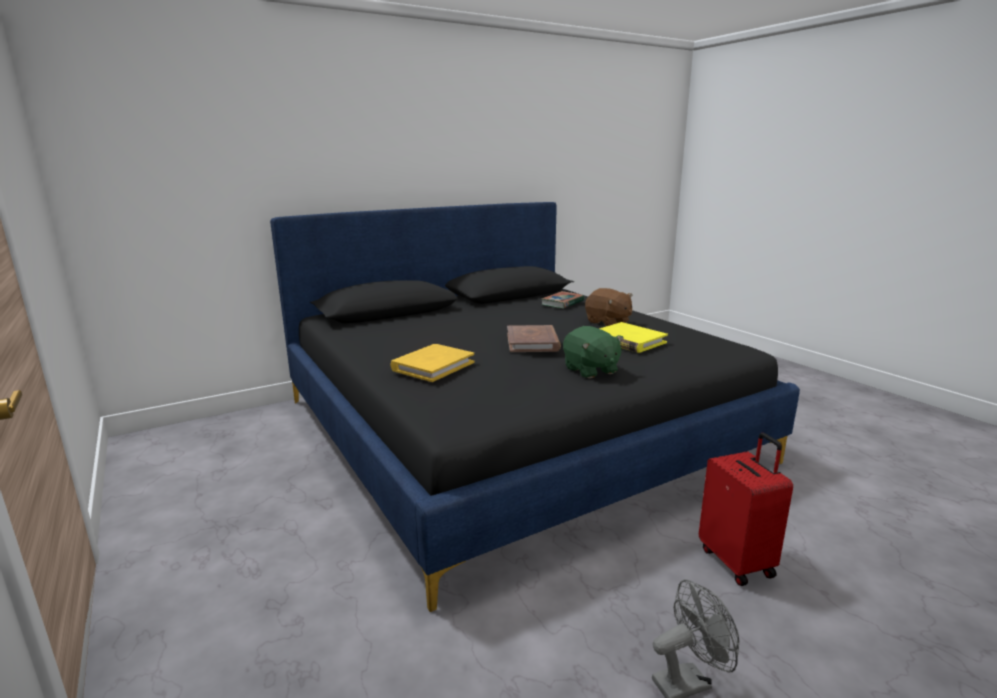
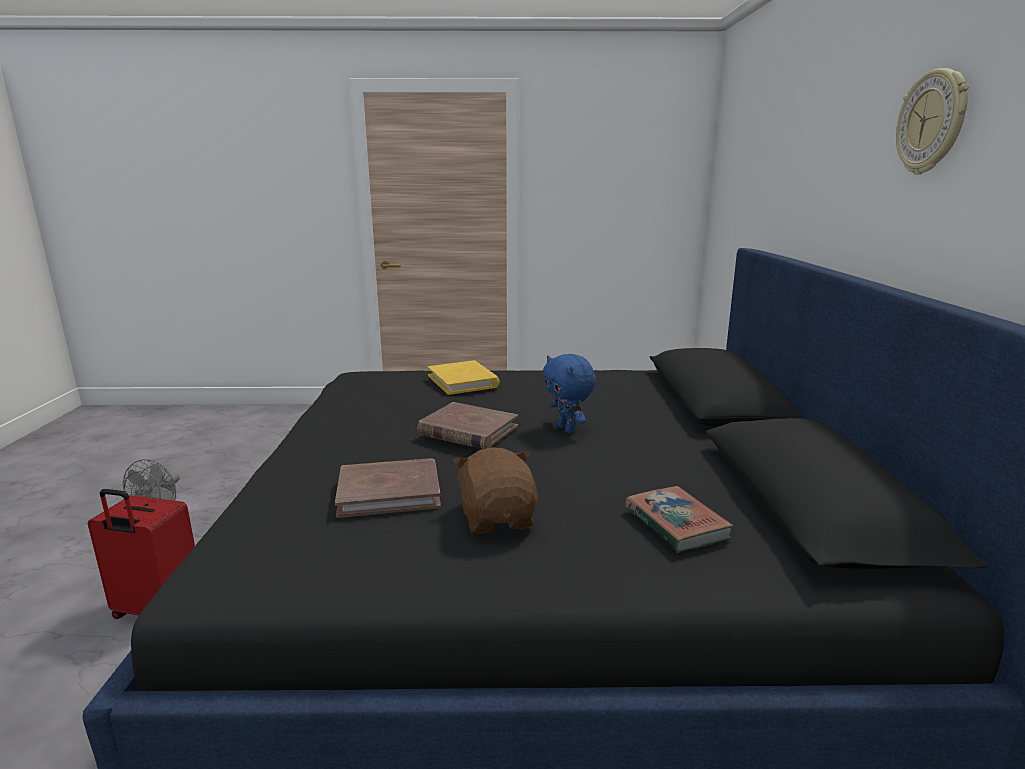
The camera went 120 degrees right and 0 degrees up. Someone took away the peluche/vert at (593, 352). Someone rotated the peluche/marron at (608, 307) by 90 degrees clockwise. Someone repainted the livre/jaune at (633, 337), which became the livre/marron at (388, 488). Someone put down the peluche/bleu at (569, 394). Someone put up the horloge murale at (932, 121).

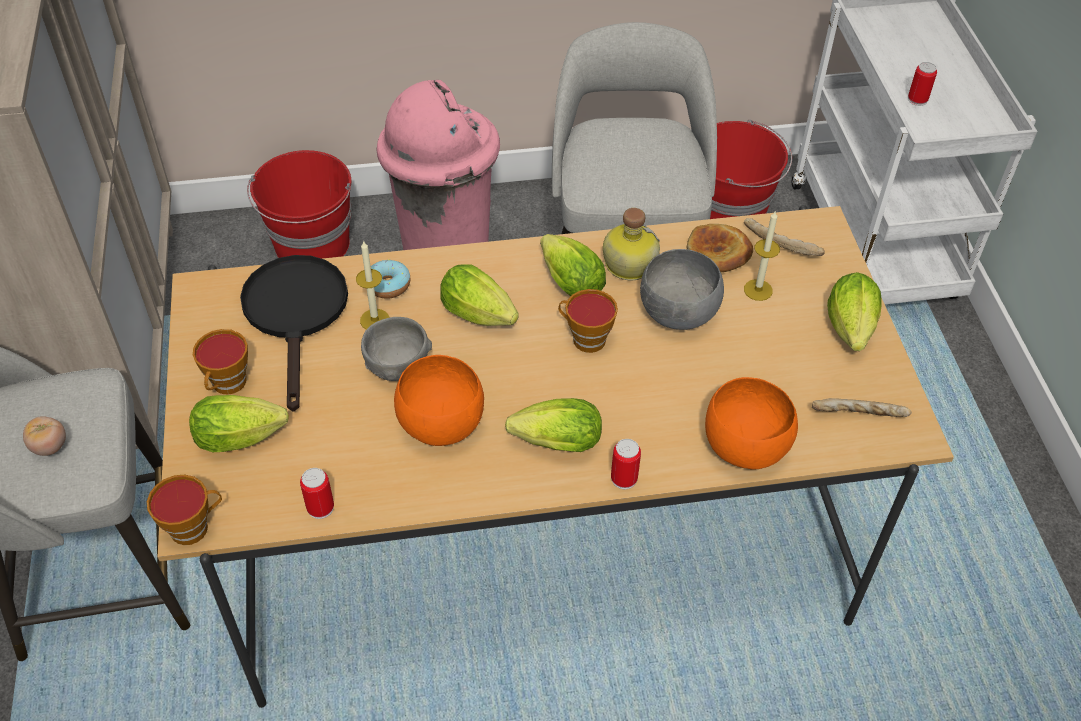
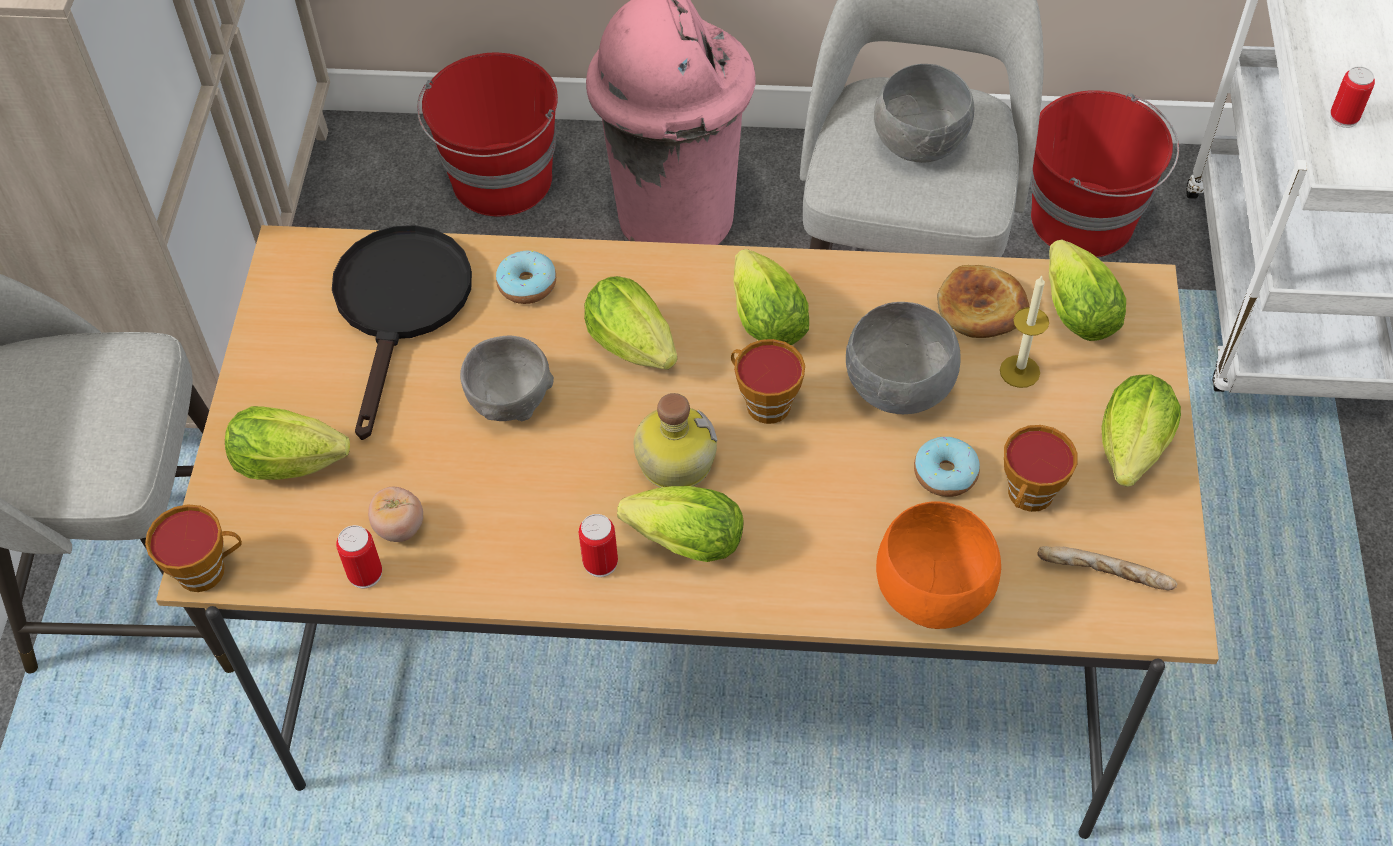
The camera went 15 degrees right and 5 degrees up. Someone carried the tomate from (44, 436) to (395, 514). Someone carried the tasse from (220, 362) to (1041, 468). Someone took away the bougie at (373, 285). Someone took away the bol/orange at (439, 400). Someone carried the bouteille from (631, 244) to (676, 440). Someone carried the boîte métallique from (626, 464) to (598, 545). Someone swapped the pain at (784, 237) for the laitue at (1087, 290). Someone put down the bol/gris at (924, 113). Someone put down the beignet at (947, 467).

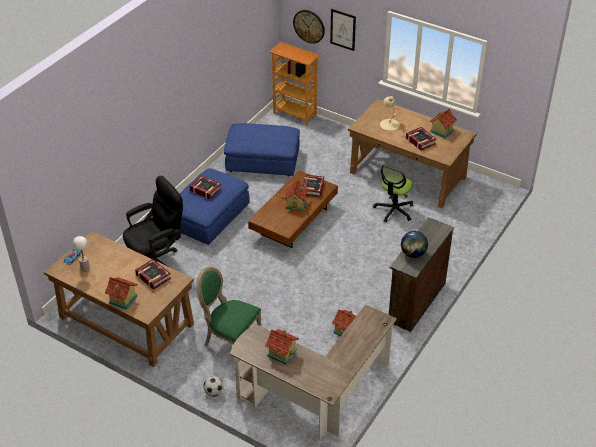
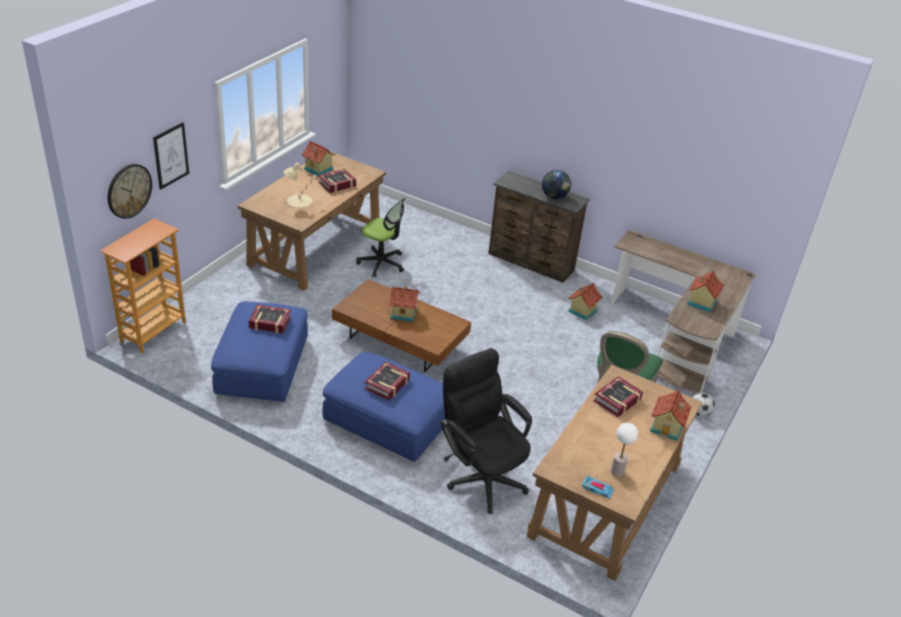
The camera went 95 degrees left and 5 degrees down. Someone carried the livre from (313, 186) to (270, 318).

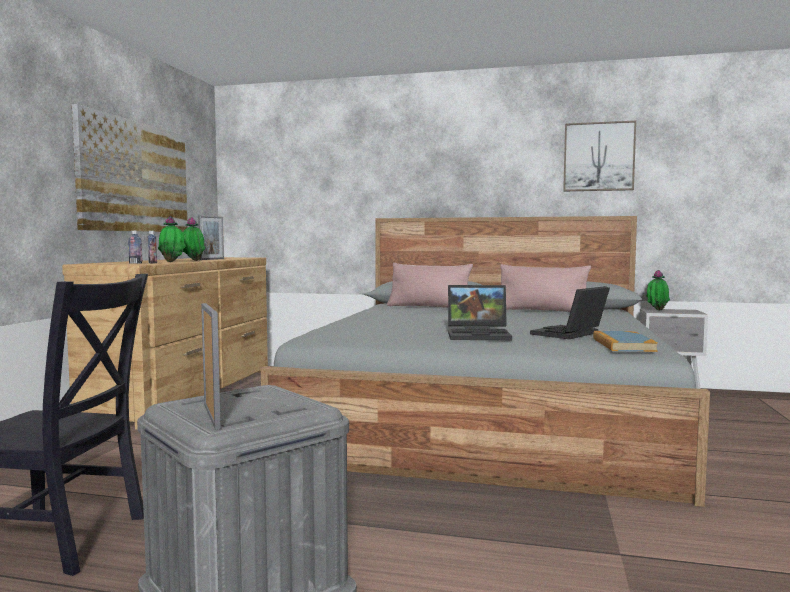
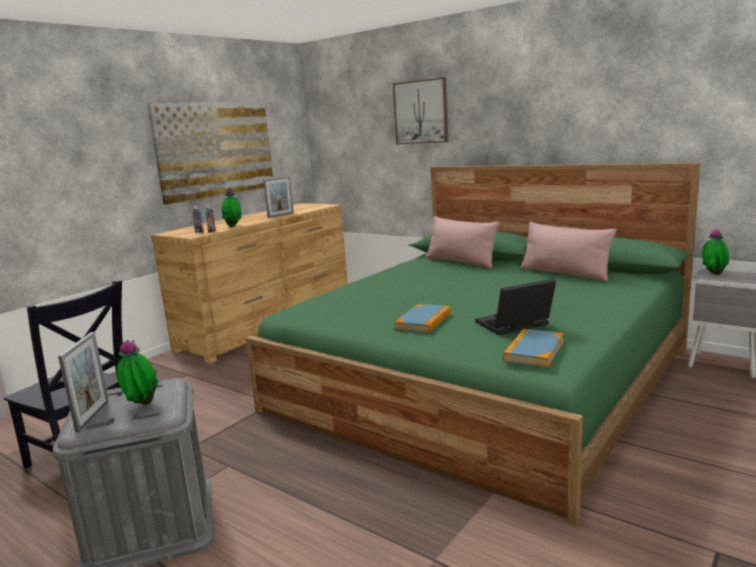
The camera went 25 degrees right and 10 degrees up. Someone carried the plante en pot from (194, 239) to (137, 372). Someone repainted the lit/gris at (485, 361), which became the lit/vert at (473, 344). Someone swapped the ordinateur portable at (480, 312) for the livre at (422, 318). Someone carried the tableau from (599, 156) to (420, 110).

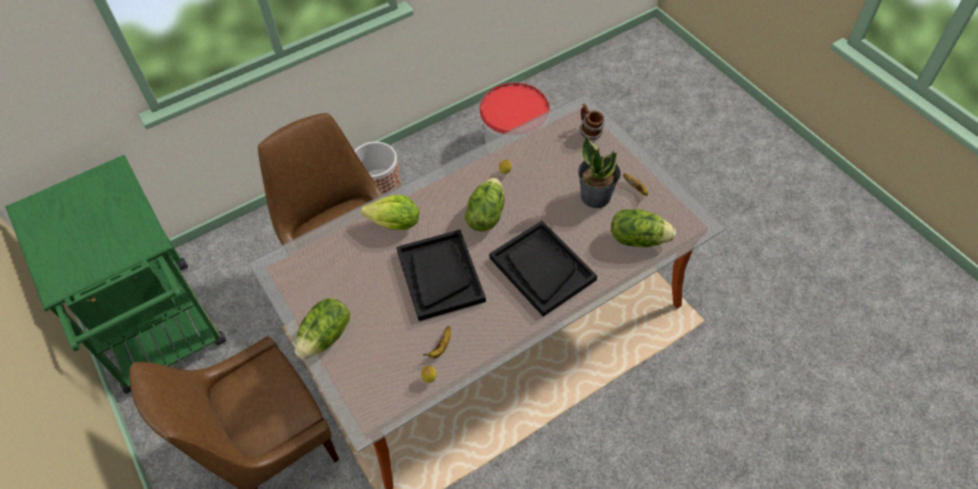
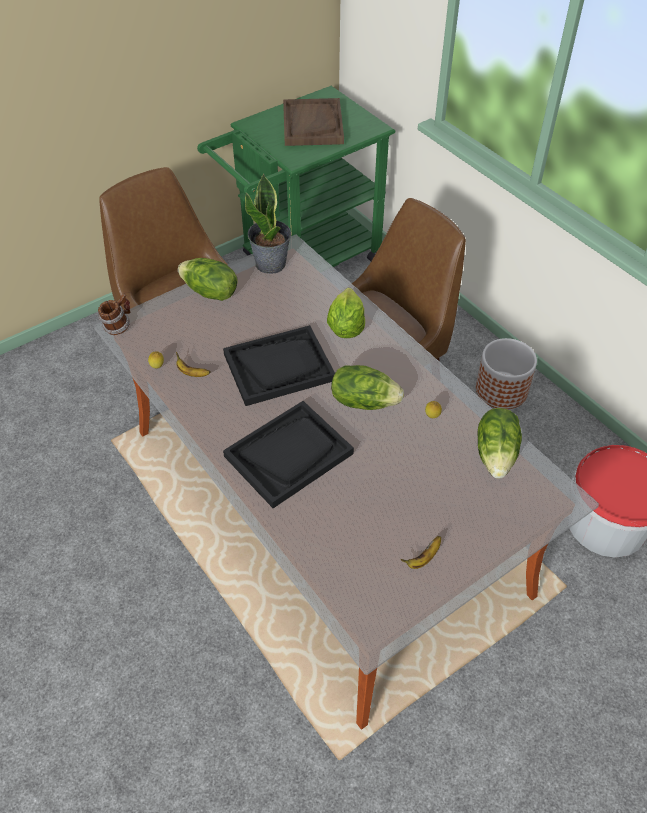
The camera went 85 degrees right and 5 degrees down. Someone carried the plante en pot from (599, 171) to (268, 223). Someone carried the mug from (591, 122) to (114, 314). Someone carried the laitue from (643, 228) to (500, 443). Someone put down the plateau/marron at (313, 122).

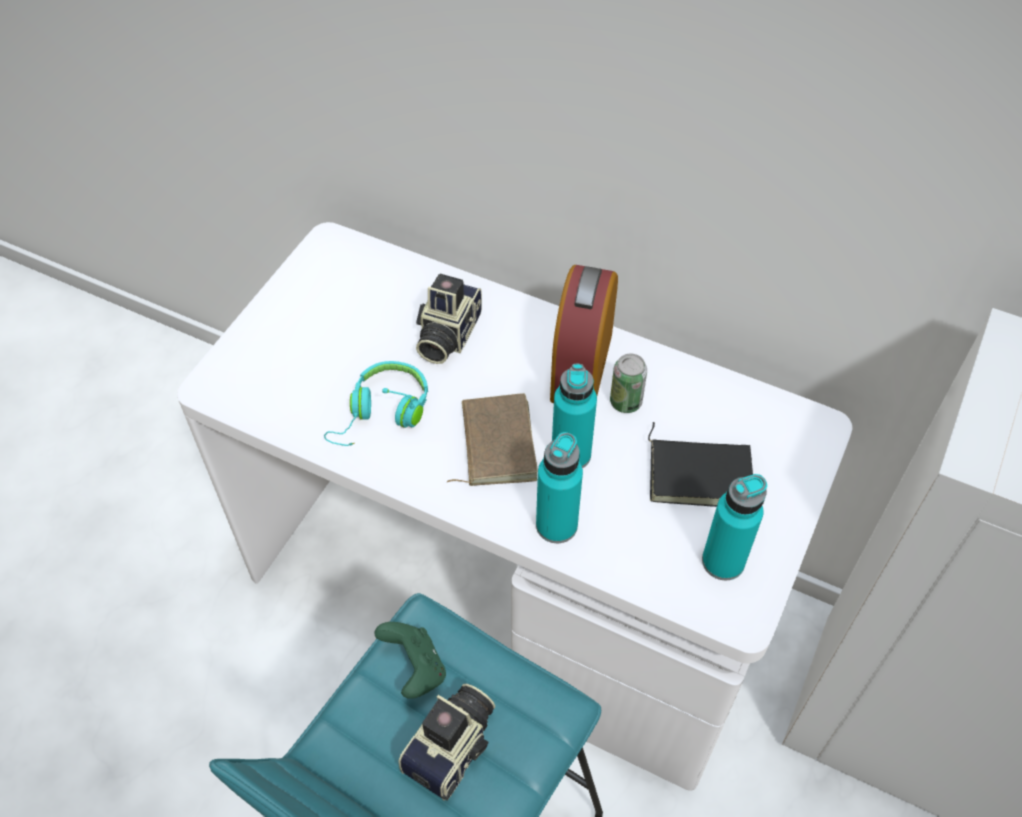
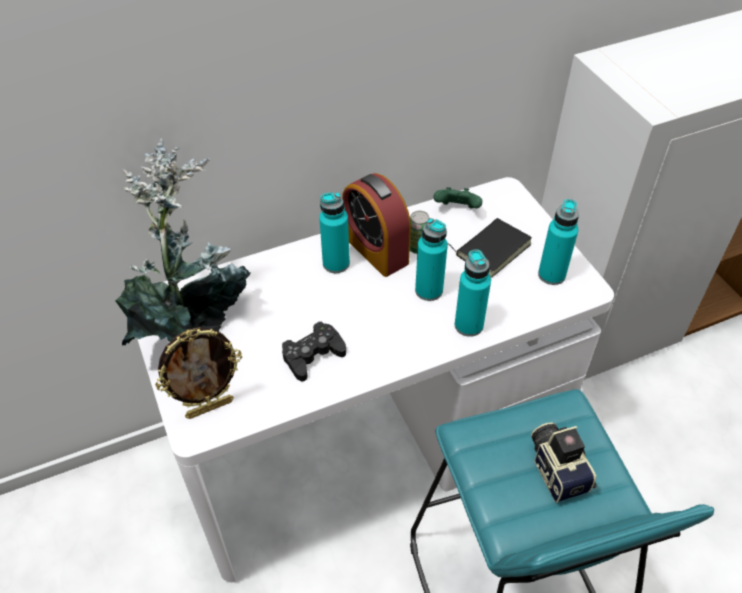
The camera went 50 degrees left and 5 degrees down. Someone swapped the casque audio/turquoise at (376, 403) for the manette/noir at (314, 351). Someone carried the manette/vert from (410, 660) to (458, 197). Someone took away the appareil photo at (449, 319). Someone took away the livre/marron at (492, 439). Someone put down the plante en pot at (183, 241). Someone put down the cadre photo at (198, 373). Someone put down the bouteille/turquoise at (334, 232).

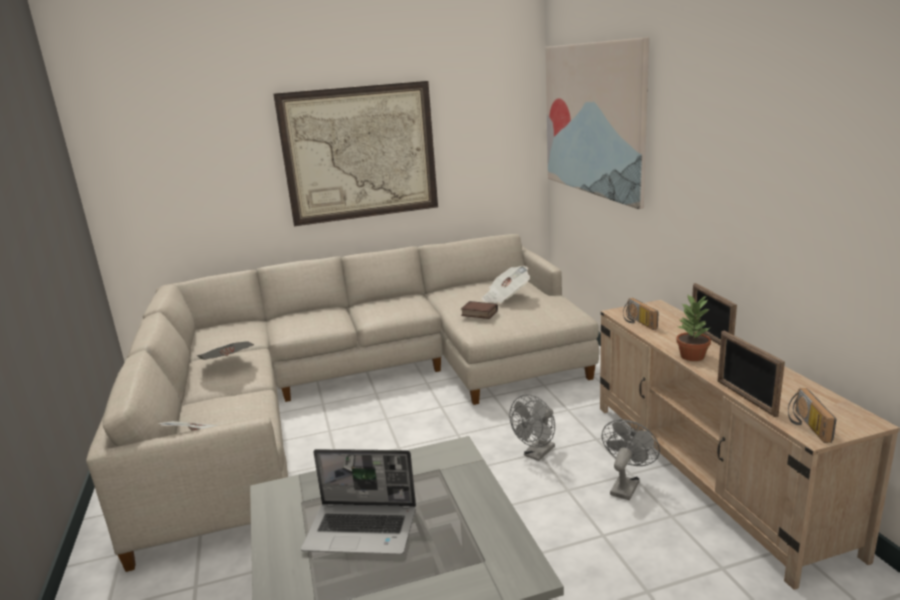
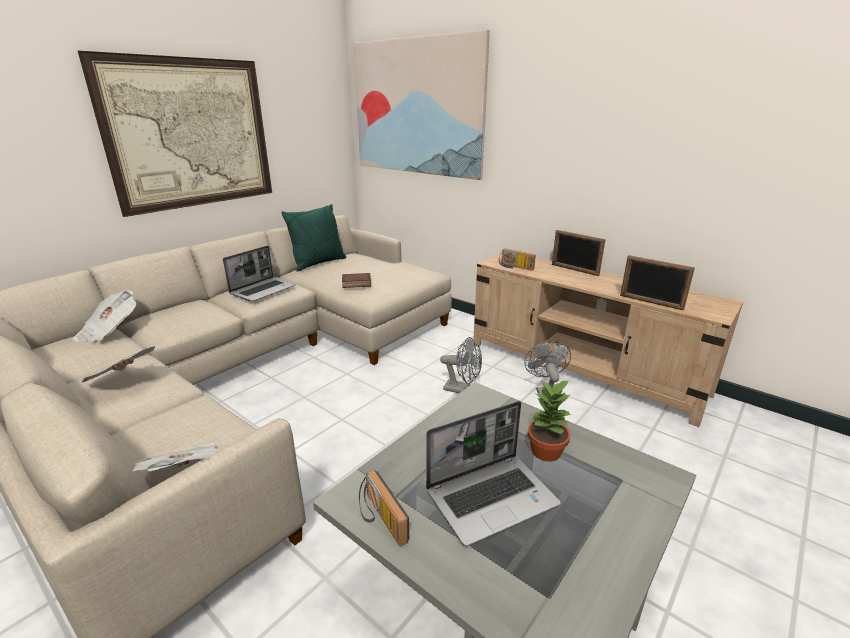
The camera went 35 degrees left and 5 degrees up. Someone carried the journal from (505, 284) to (104, 316). Someone rotated the ventilateur/gris at (532, 428) by 75 degrees counterclockwise. Someone carried the plante en pot from (693, 328) to (550, 421). Someone carried the radio from (812, 415) to (384, 508). Someone put down the ordinateur portable at (259, 274). Someone put down the coussin/vert at (313, 238).

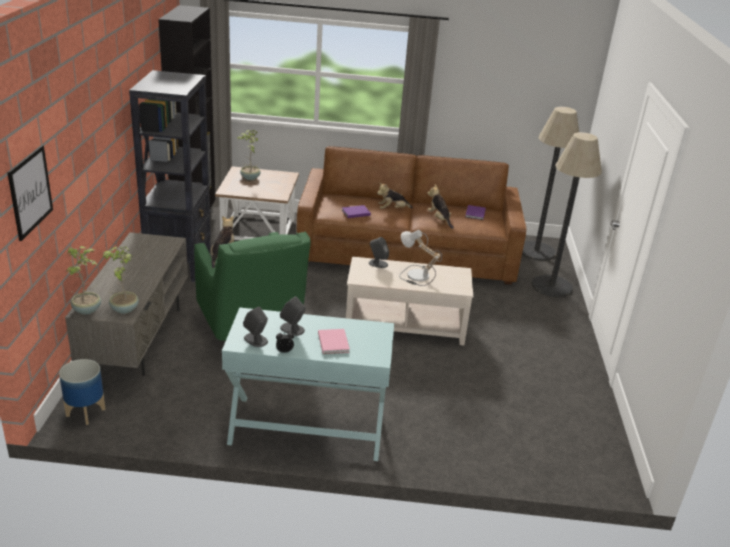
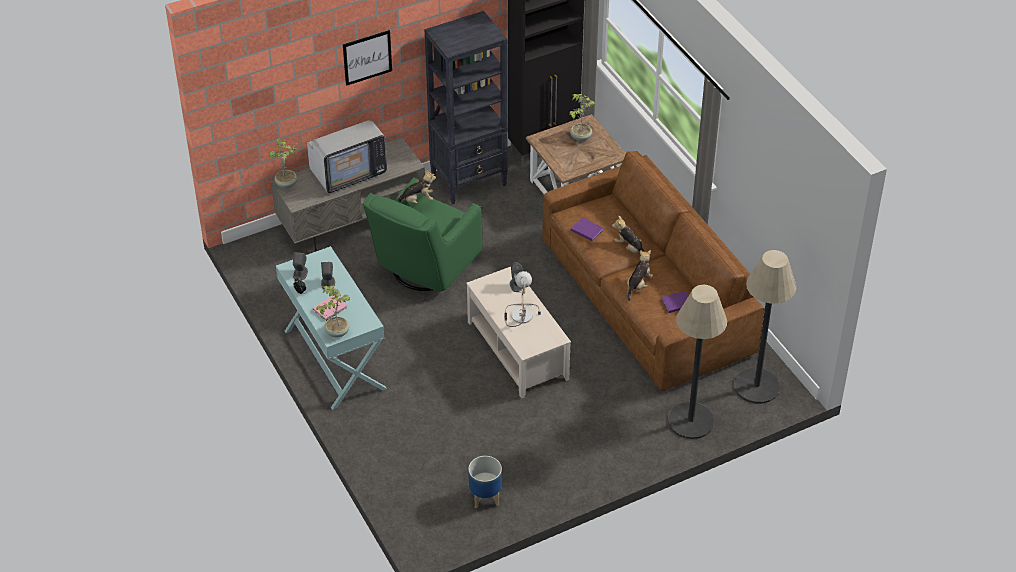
The camera went 60 degrees right and 15 degrees up. Someone carried the tableau from (30, 193) to (367, 58). Someone carried the cache-pot from (82, 392) to (485, 482). Someone carried the plante en pot from (121, 280) to (333, 311). Someone put down the téléviseur at (347, 156).

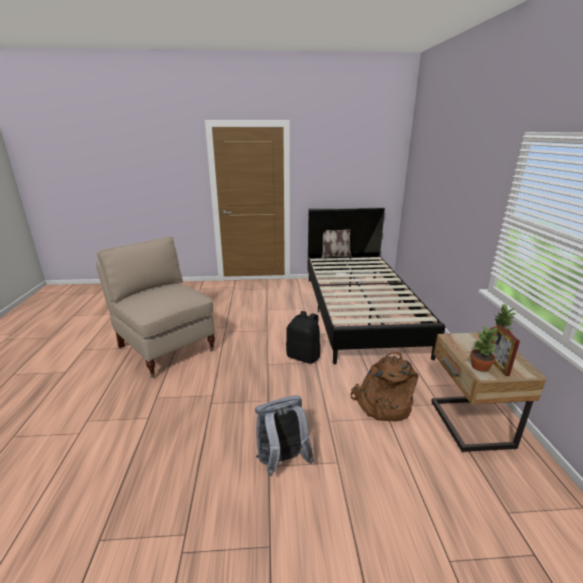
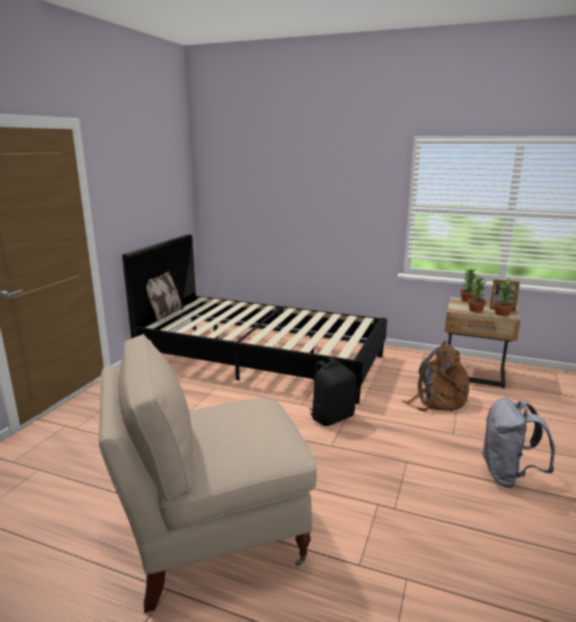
The camera went 65 degrees left and 5 degrees down. Someone put down the plante en pot at (477, 294).

